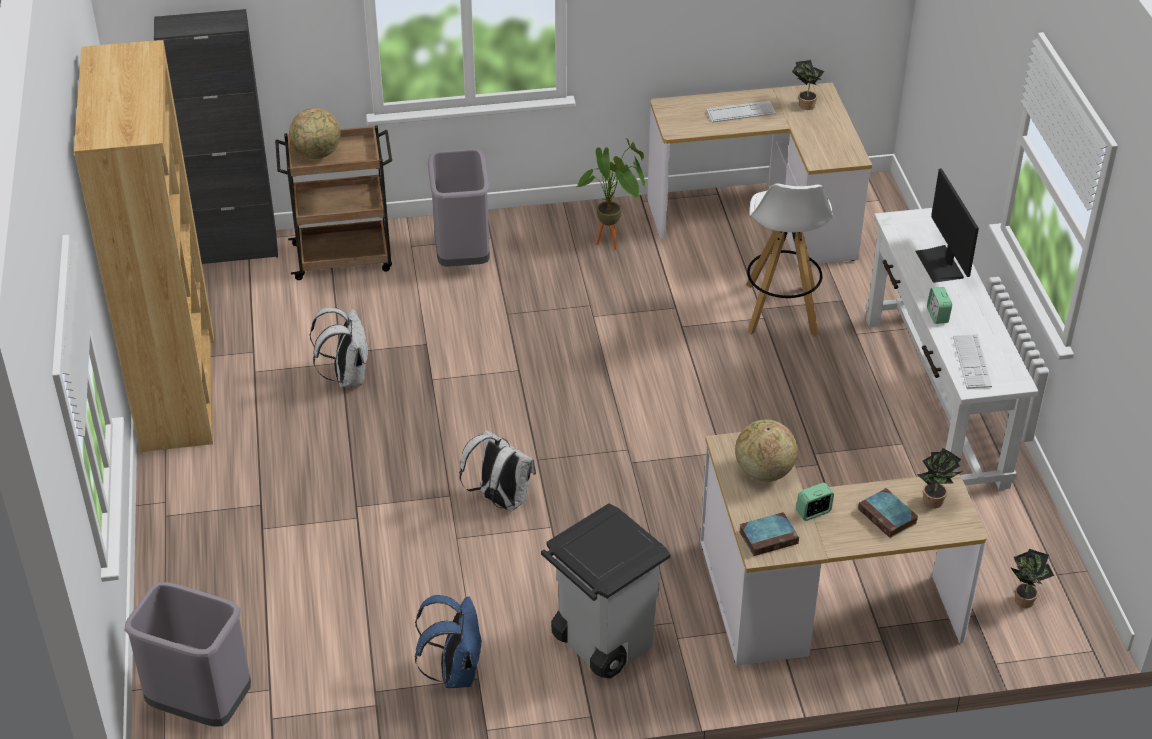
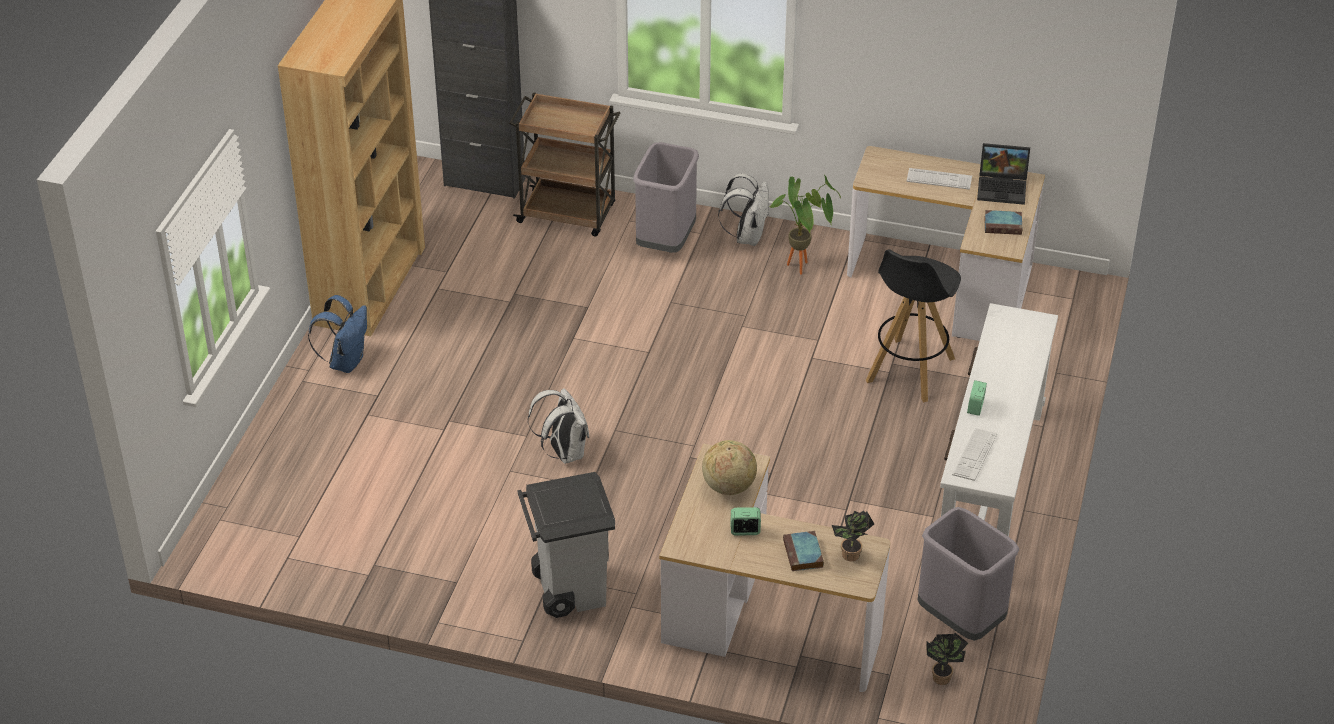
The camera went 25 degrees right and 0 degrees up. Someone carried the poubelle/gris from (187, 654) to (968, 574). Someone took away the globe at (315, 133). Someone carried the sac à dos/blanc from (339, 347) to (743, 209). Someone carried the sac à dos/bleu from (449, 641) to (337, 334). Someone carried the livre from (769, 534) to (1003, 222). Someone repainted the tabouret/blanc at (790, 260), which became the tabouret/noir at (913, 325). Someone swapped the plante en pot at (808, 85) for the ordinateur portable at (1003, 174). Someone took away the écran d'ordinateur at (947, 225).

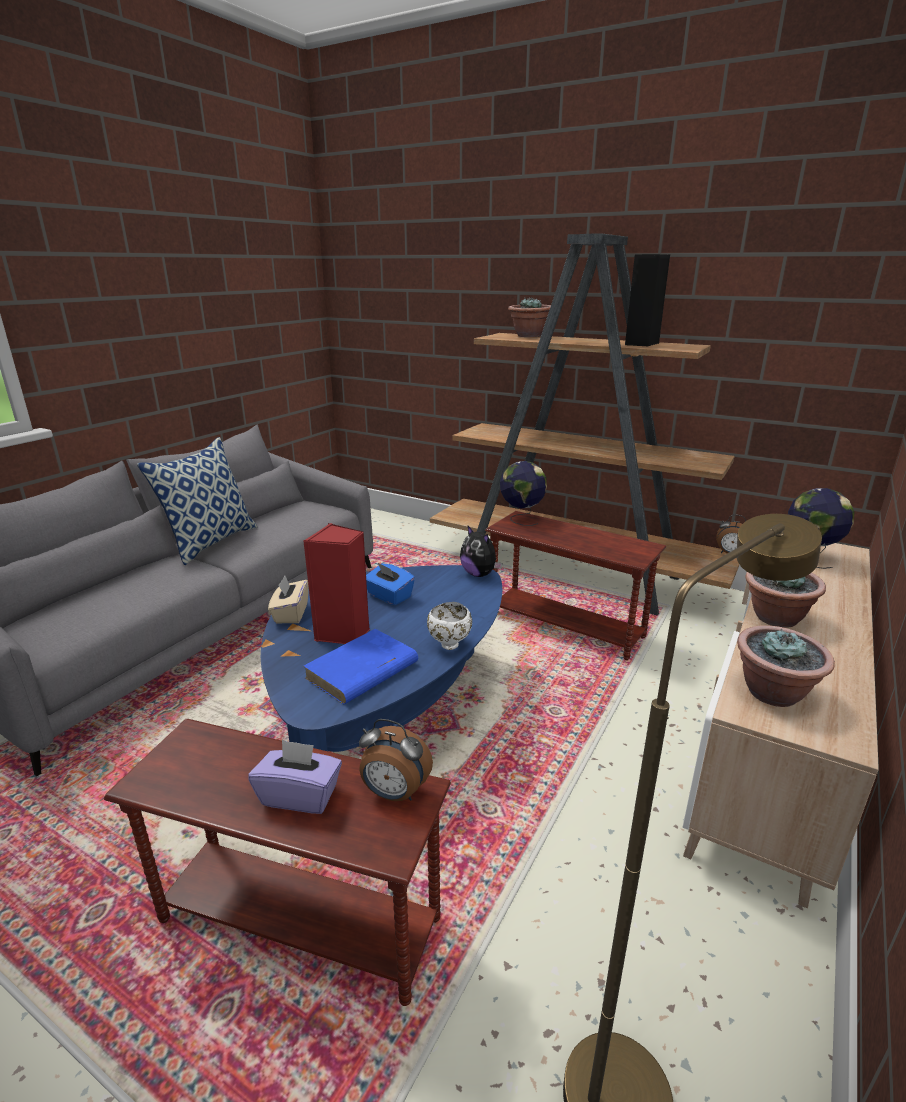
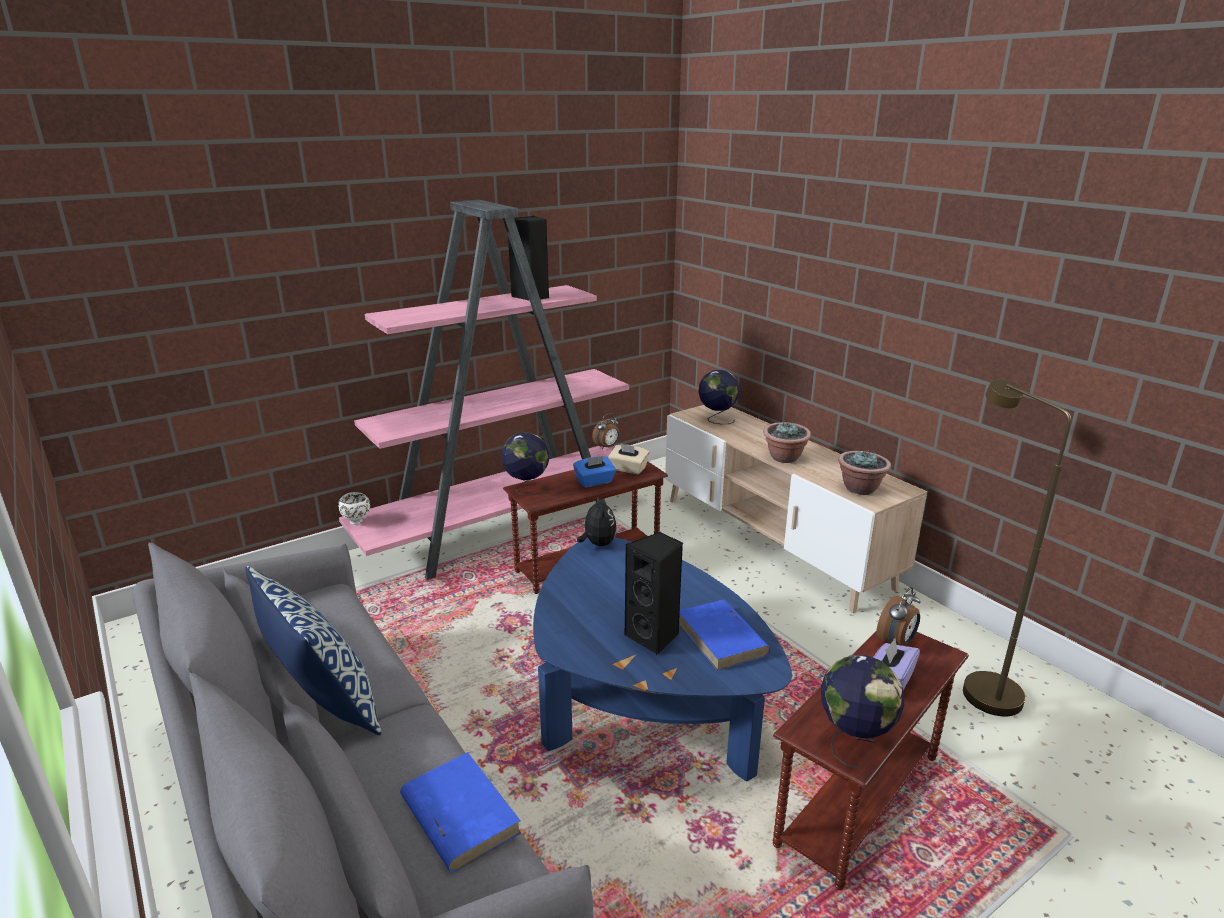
The camera went 65 degrees left and 0 degrees up. Someone carried the boîte à mouchoirs/beige from (288, 599) to (628, 458). Someone repainted the enceinte/rouge at (336, 583), which became the enceinte/noir at (654, 593). Someone carried the boîte à mouchoirs/bleu from (390, 583) to (594, 472). Someone carried the bol/blanc from (449, 626) to (354, 508). Someone repainted the bibliothèque/marron at (584, 424), which became the bibliothèque/rose at (484, 390). Someone rotated the peluche at (481, 551) by 90 degrees counterclockwise. Someone took away the plante en pot at (529, 317). Someone put down the livre/bleu at (460, 812). Someone put down the globe at (862, 712).

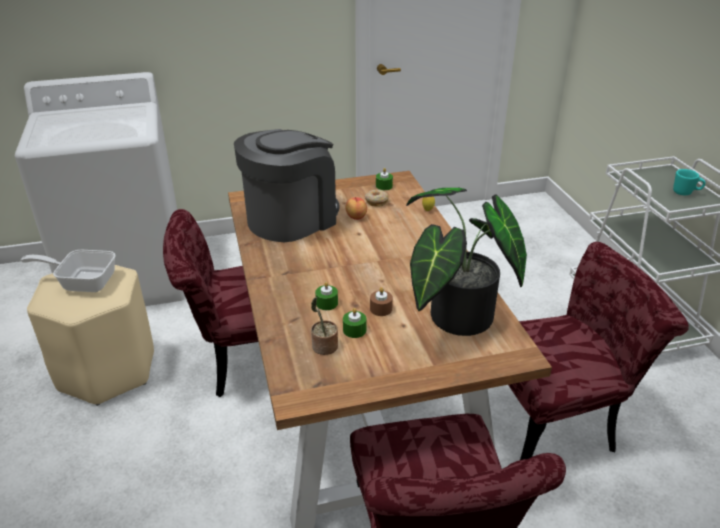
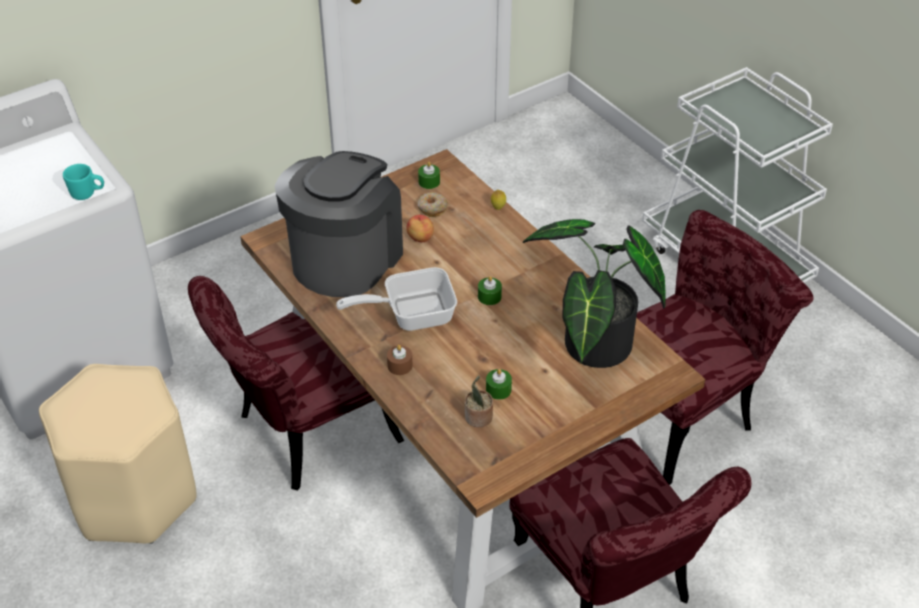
The camera went 20 degrees left and 10 degrees up. Someone carried the poêle from (68, 271) to (396, 299). Someone carried the bougie/vert from (326, 296) to (490, 290). Someone carried the bougie/marron from (381, 301) to (400, 360). Someone carried the mug/turquoise from (689, 182) to (83, 182).

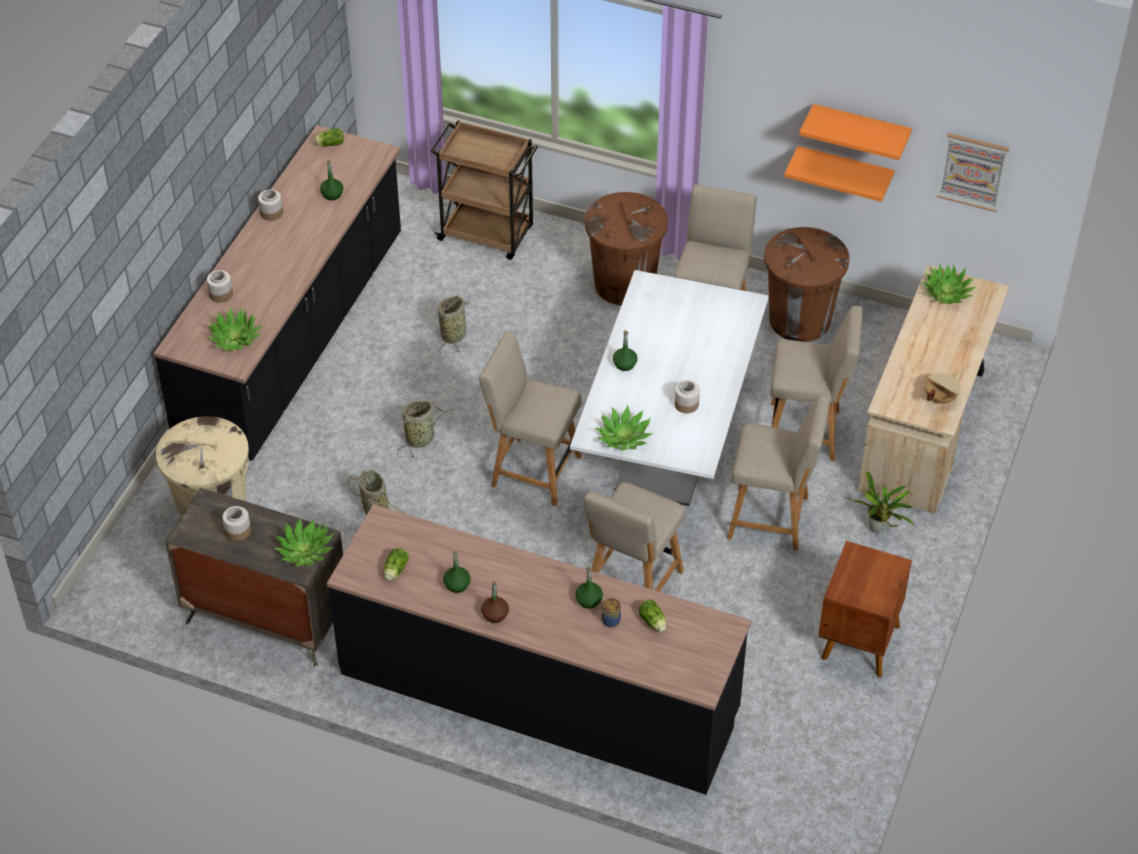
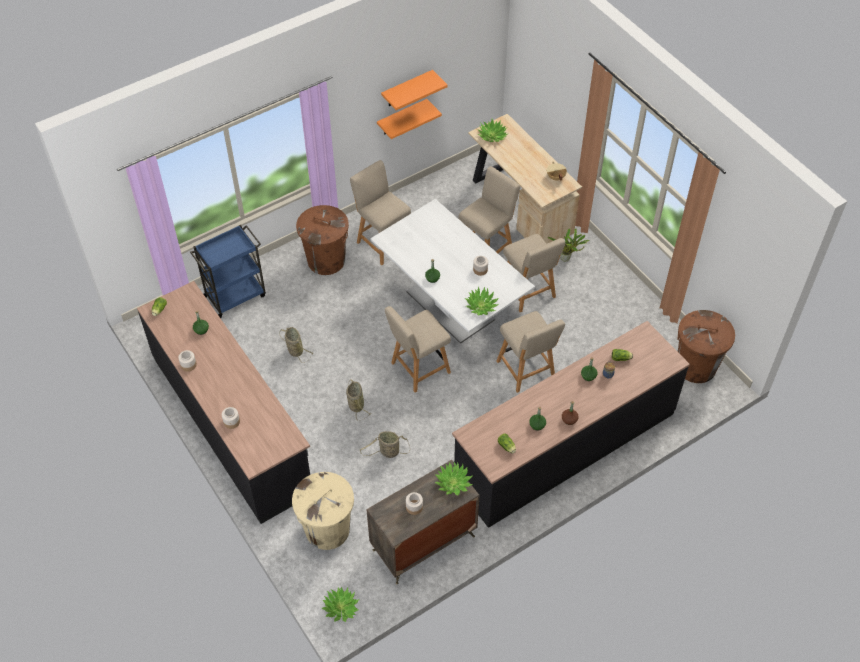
The camera went 55 degrees left and 5 degrees up. Someone carried the plante en pot from (234, 329) to (340, 604). Someone repainted the chariot/marron at (484, 190), which became the chariot/bleu at (228, 271). Someone rotated the chaise/beige at (778, 472) by 105 degrees clockwise. Someone carried the poubelle/marron from (806, 284) to (706, 346). Someone took away the table de chevet/marron at (865, 609). Someone took away the tableau at (973, 172).

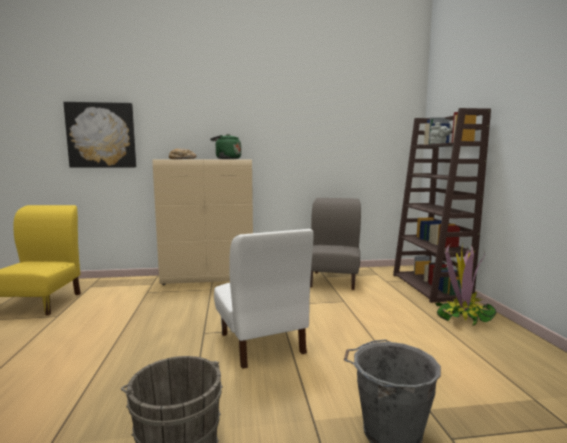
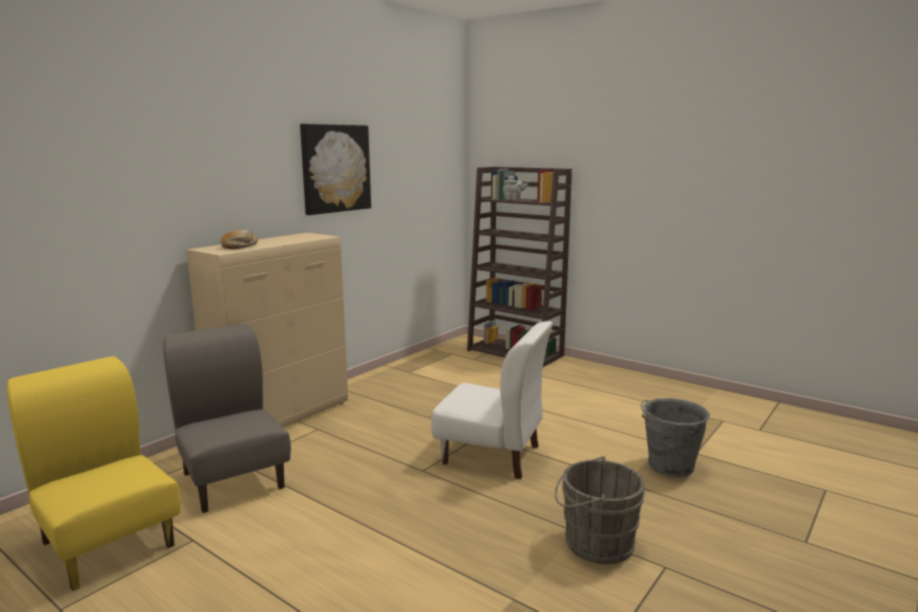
The camera went 45 degrees left and 5 degrees up. Someone carried the tableau from (99, 135) to (335, 169). Someone took away the bouilloire/vert at (225, 146). Someone carried the chaise/gris from (335, 244) to (227, 418). Someone took away the plante en pot at (466, 284).

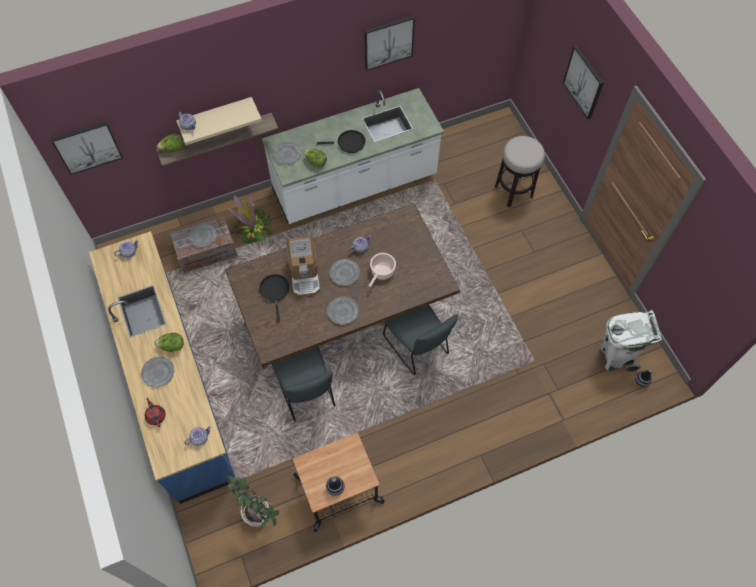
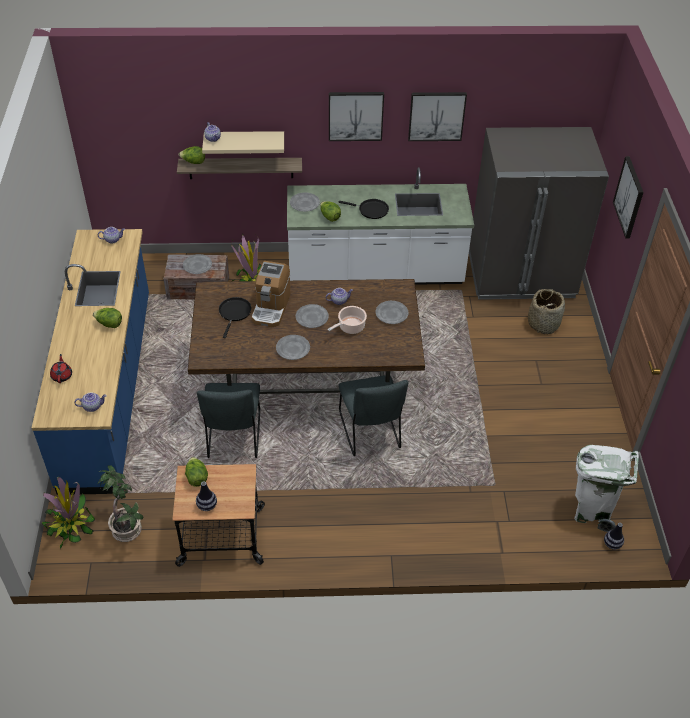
The camera went 20 degrees right and 15 degrees down. Someone carried the tableau from (87, 148) to (356, 116). Someone carried the assiette/gris from (157, 371) to (392, 312). Someone swapped the tabouret at (520, 171) for the panier at (546, 311). Someone put down the plante en pot at (68, 513). Someone put down the laitue at (196, 472). Someone put down the réfrigérateur/gris at (539, 213).

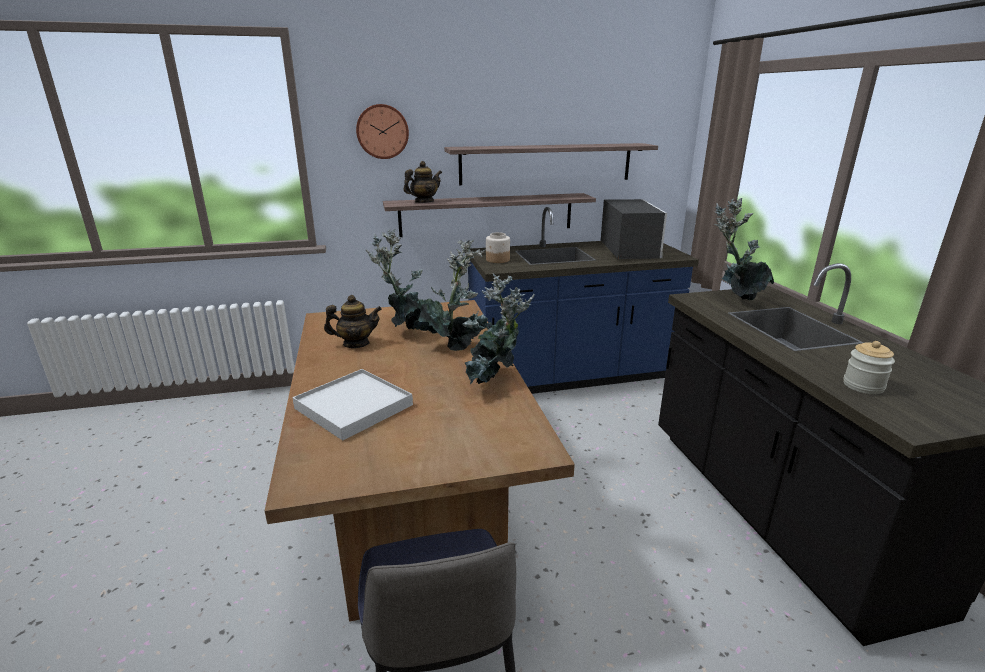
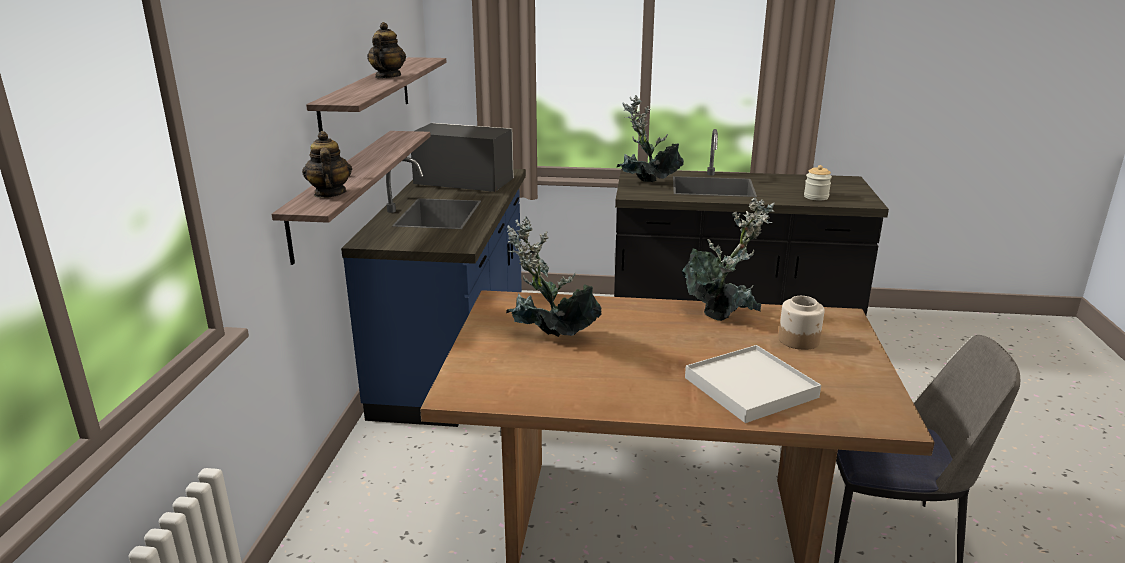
The camera went 70 degrees left and 0 degrees up. Someone carried the théière from (353, 321) to (386, 50). Someone took away the horloge murale at (382, 131). Someone took away the plante en pot at (453, 295). Someone carried the bocal from (498, 247) to (801, 323).

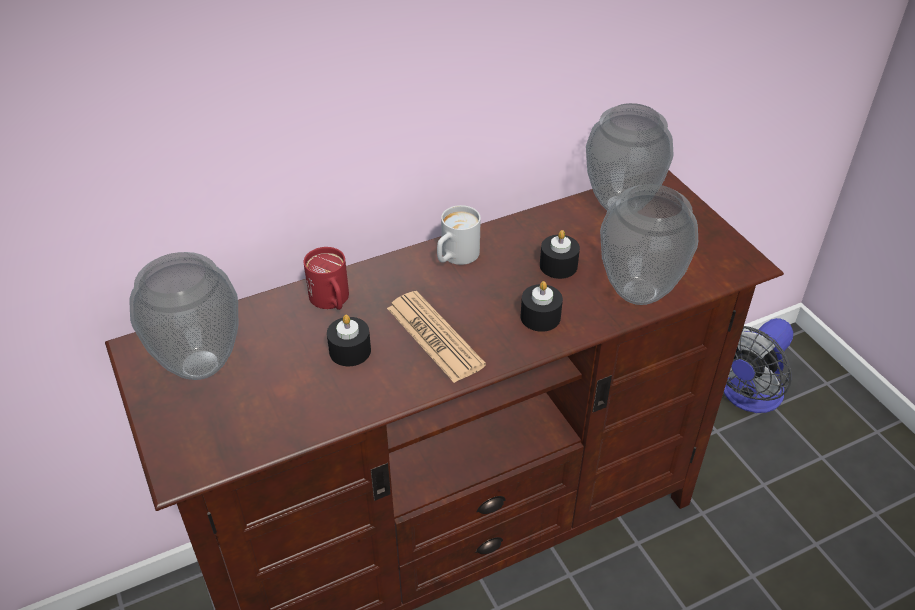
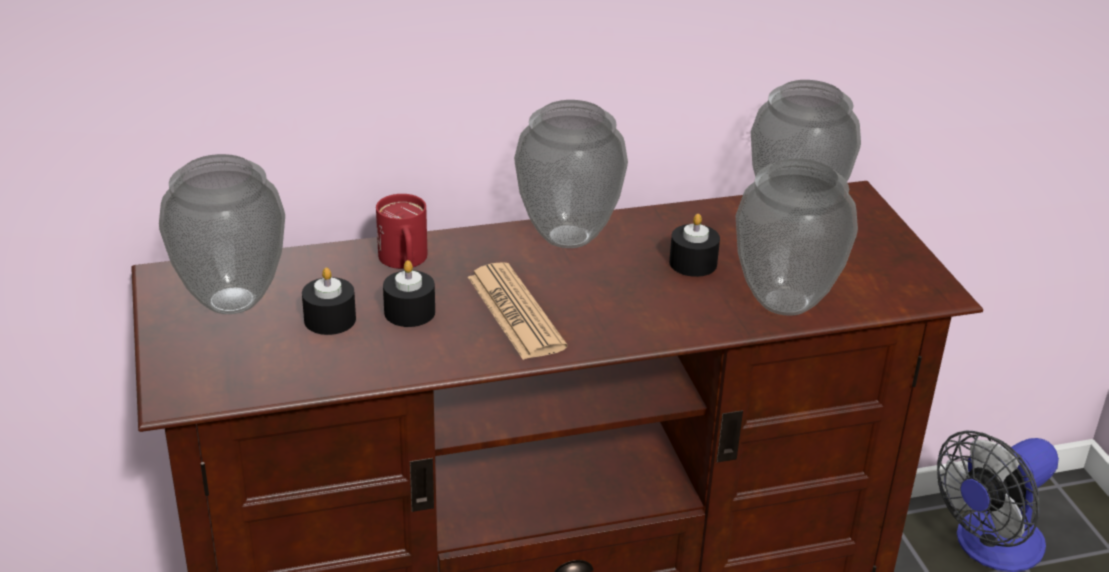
The camera went 10 degrees right and 10 degrees down. Someone swapped the mug/blanc at (459, 235) for the vase at (571, 174). Someone carried the bougie/noir from (542, 306) to (329, 301).

